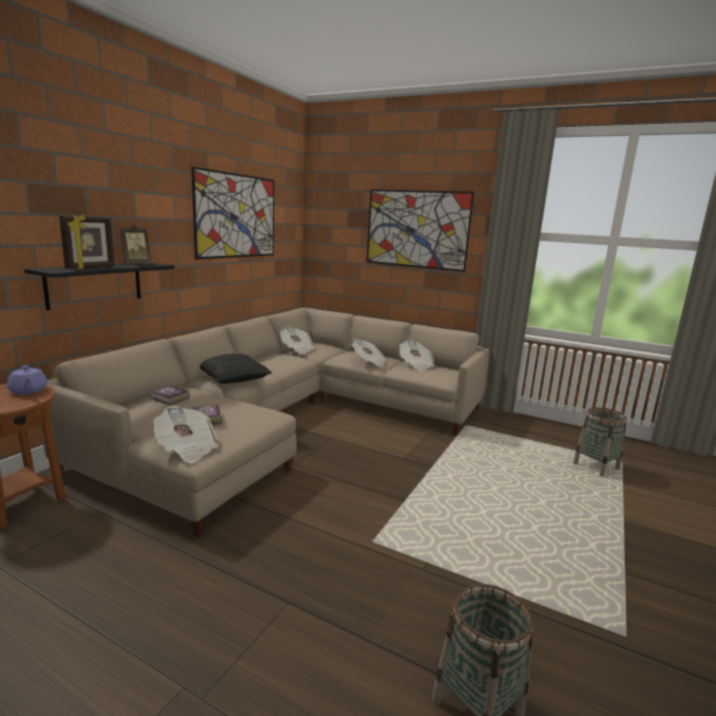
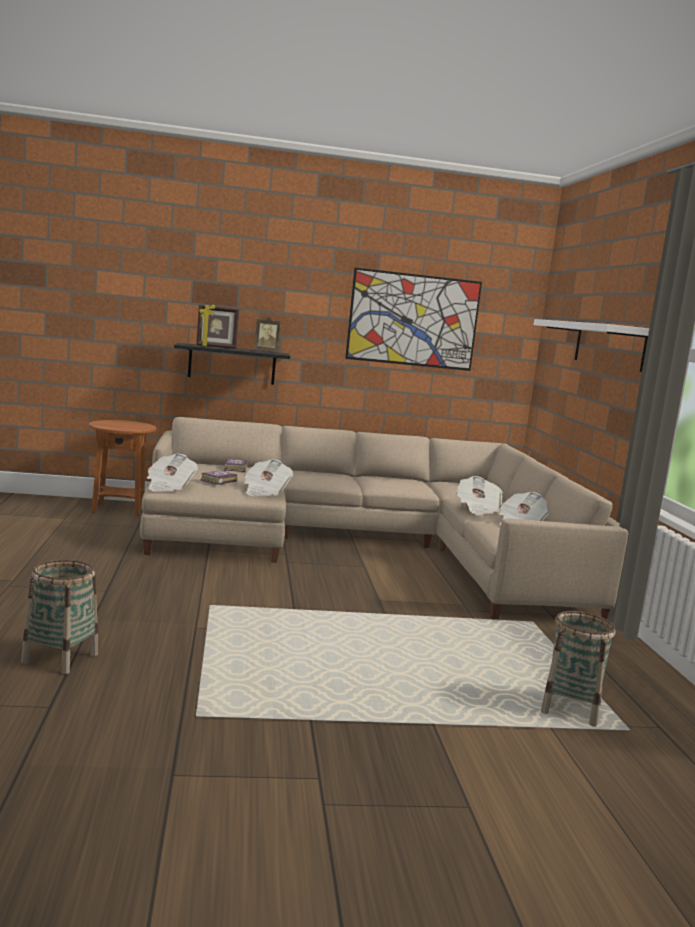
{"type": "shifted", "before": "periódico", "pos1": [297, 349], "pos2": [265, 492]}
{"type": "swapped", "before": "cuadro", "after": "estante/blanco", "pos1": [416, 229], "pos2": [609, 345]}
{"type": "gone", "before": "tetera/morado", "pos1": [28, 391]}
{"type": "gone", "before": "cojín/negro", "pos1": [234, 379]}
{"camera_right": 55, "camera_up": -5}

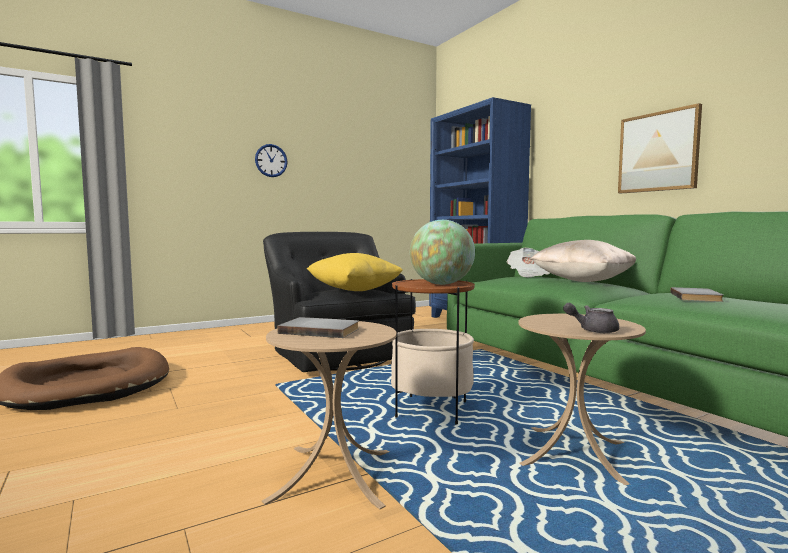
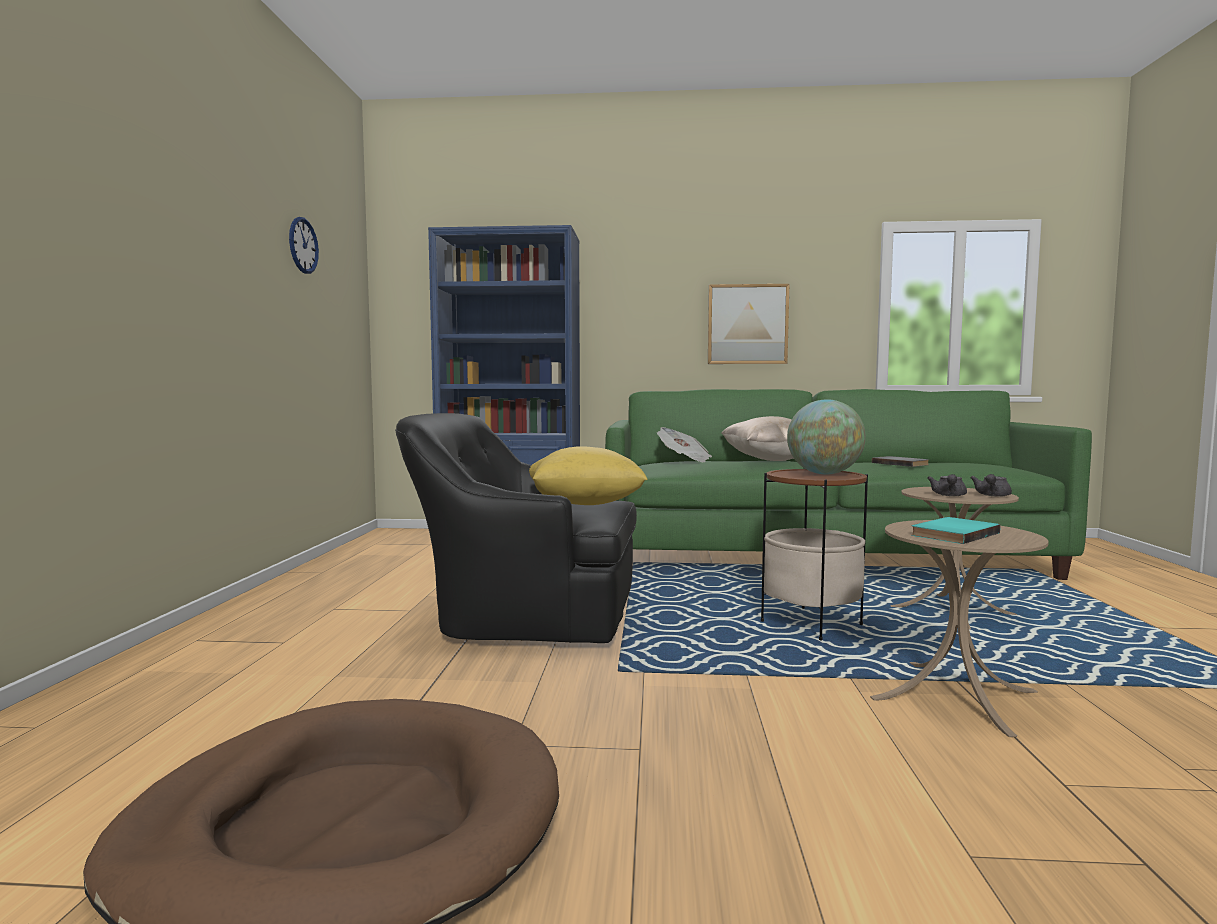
{"type": "shifted", "before": "reloj de pared", "pos1": [271, 160], "pos2": [303, 245]}
{"type": "repainted", "before": "libro/gris", "after": "libro/turquesa", "pos1": [321, 330], "pos2": [952, 534]}
{"type": "new", "after": "tetera/gris", "pos2": [949, 495]}
{"camera_right": -55, "camera_up": 0}

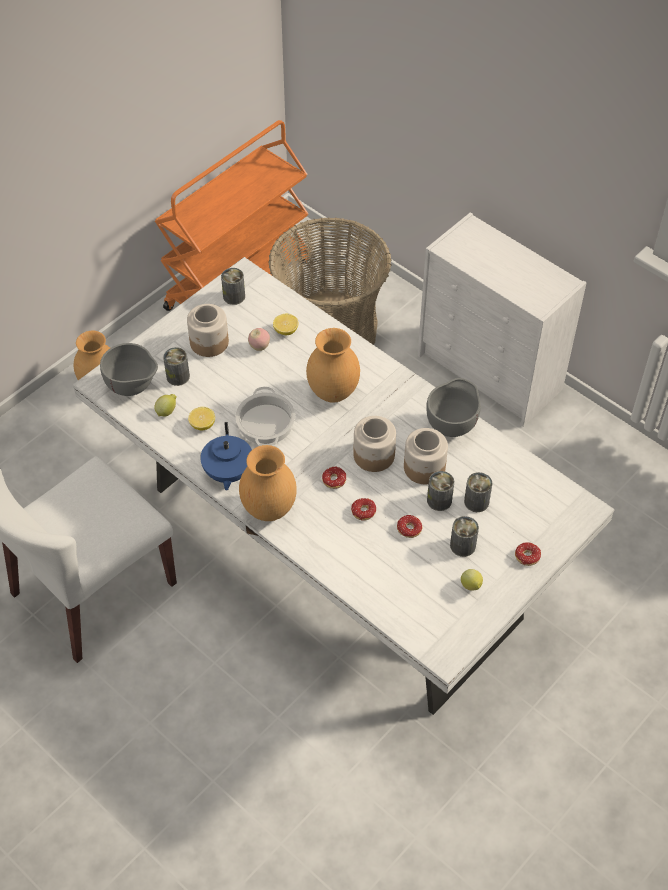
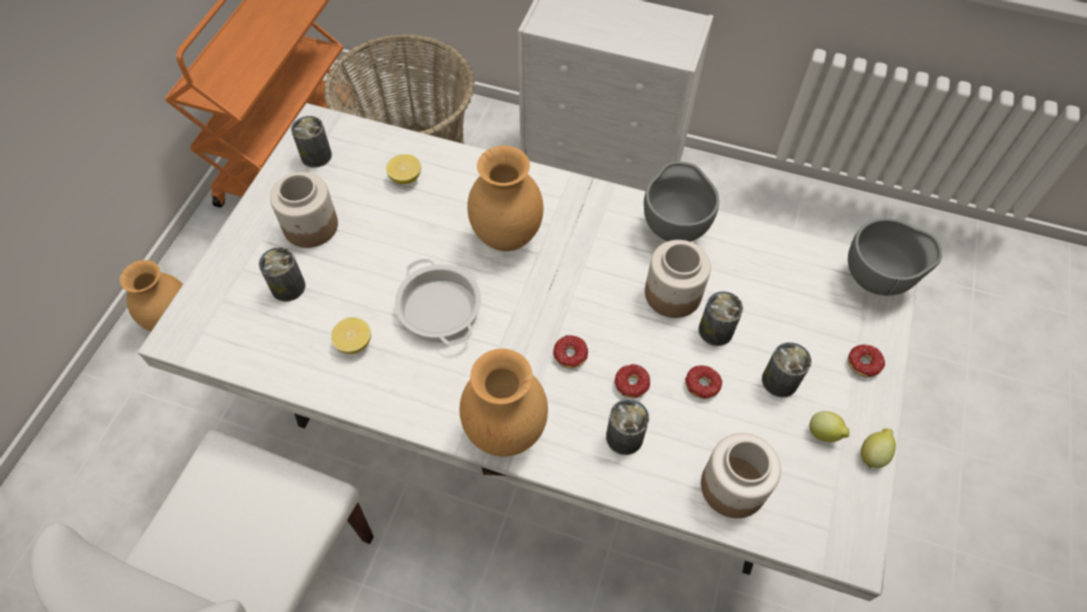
{"type": "shifted", "before": "lata", "pos1": [476, 501], "pos2": [624, 437]}
{"type": "shifted", "before": "tarro", "pos1": [373, 455], "pos2": [732, 486]}
{"type": "shifted", "before": "cuenco/gris", "pos1": [133, 388], "pos2": [878, 280]}
{"type": "shifted", "before": "limón", "pos1": [167, 411], "pos2": [872, 454]}
{"type": "gone", "before": "tetera/azul", "pos1": [227, 473]}
{"type": "gone", "before": "manzana", "pos1": [259, 347]}
{"camera_right": -25, "camera_up": 5}

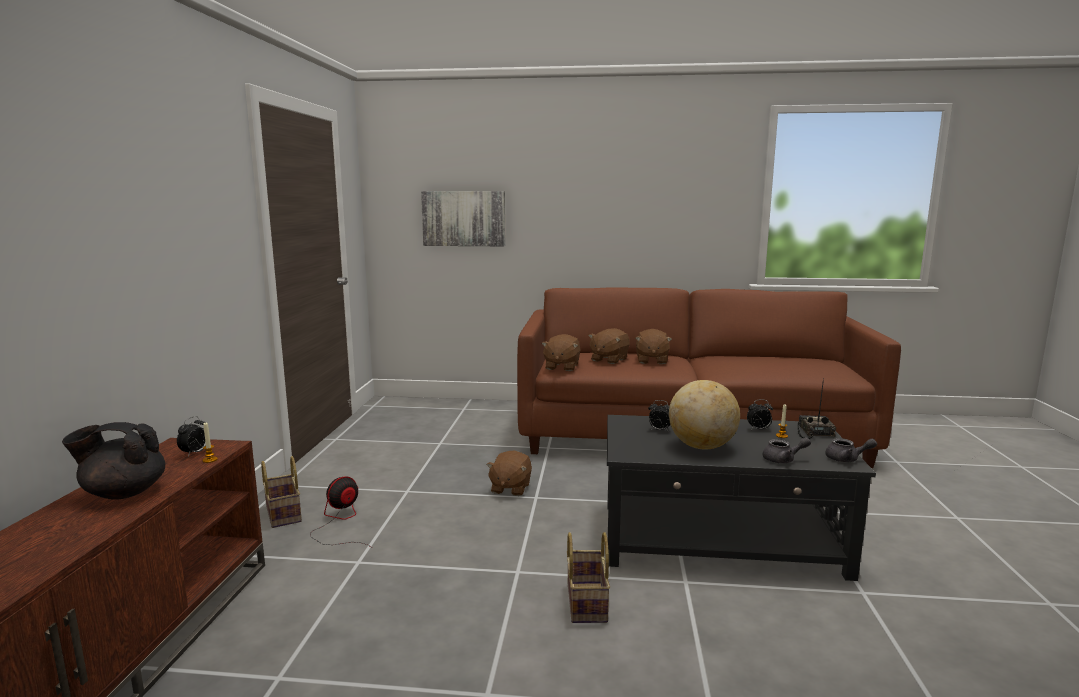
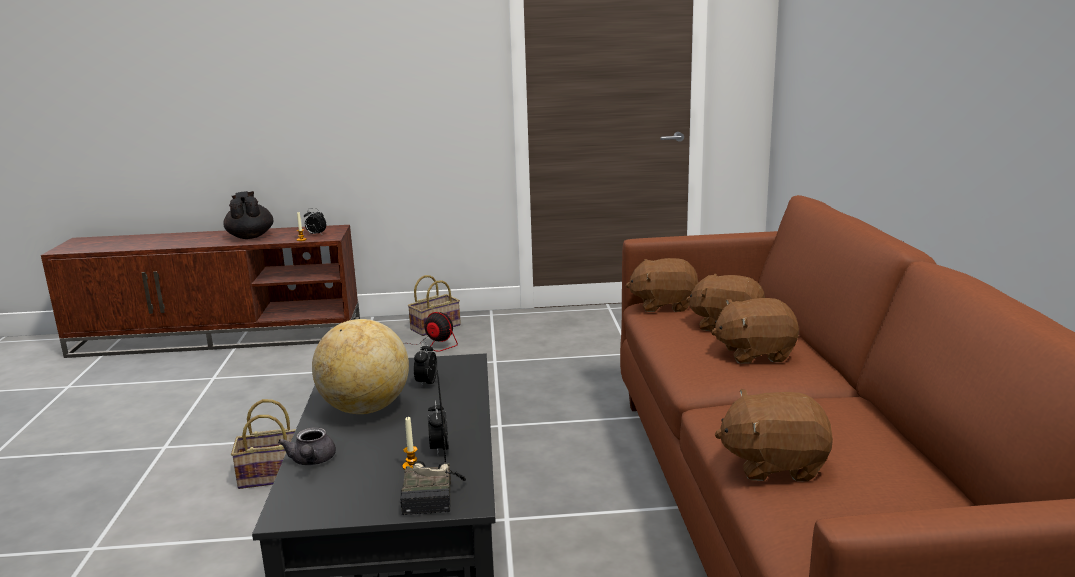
{"type": "rotated", "before": "radio", "pos1": [813, 432], "pos2": [433, 495], "turn": 90}
{"type": "shifted", "before": "peluche/marrón", "pos1": [510, 488], "pos2": [773, 464]}
{"type": "gone", "before": "cuadro", "pos1": [464, 218]}
{"type": "gone", "before": "tetera/gris", "pos1": [847, 459]}
{"camera_right": 80, "camera_up": 5}

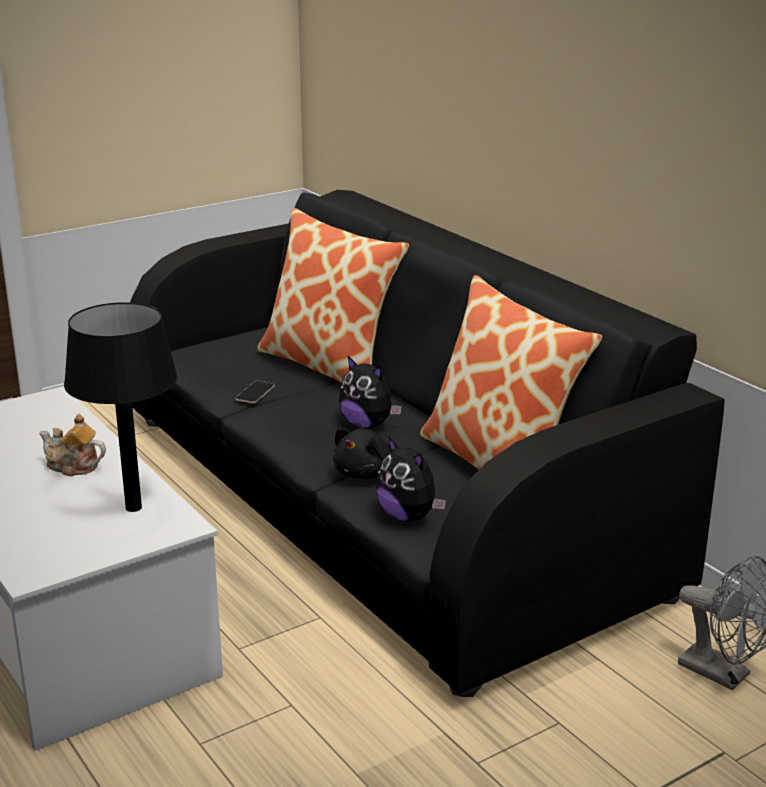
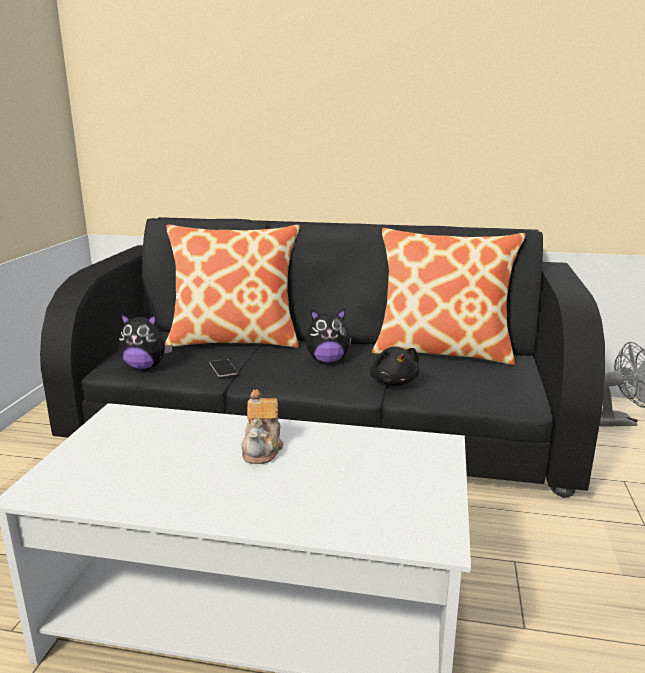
{"type": "shifted", "before": "peluche", "pos1": [409, 516], "pos2": [145, 367]}
{"type": "rotated", "before": "tetera", "pos1": [73, 467], "pos2": [262, 448], "turn": -60}
{"type": "gone", "before": "lámpara de mesa/negro", "pos1": [133, 508]}
{"camera_right": -45, "camera_up": -5}

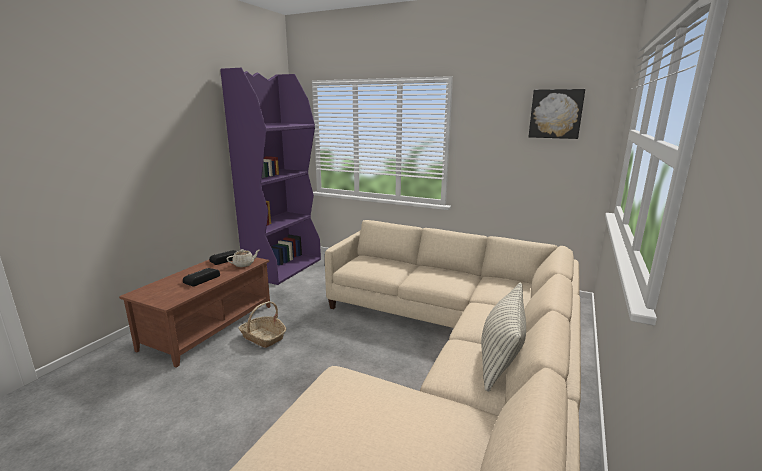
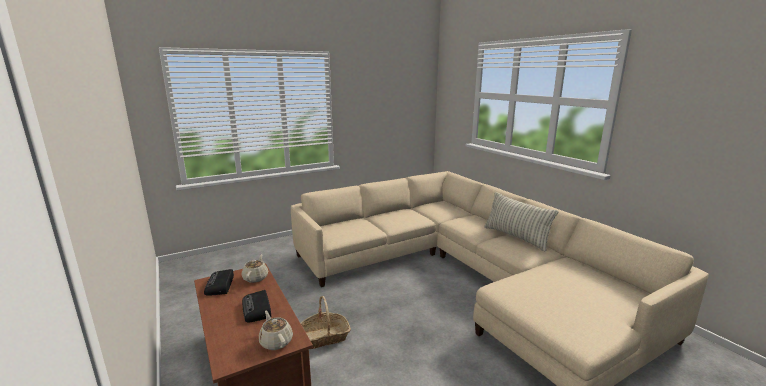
{"type": "new", "after": "tetera/beis", "pos2": [276, 341]}
{"type": "gone", "before": "estantería/morado", "pos1": [284, 267]}
{"type": "gone", "before": "cuadro", "pos1": [555, 114]}
{"camera_right": -55, "camera_up": 0}

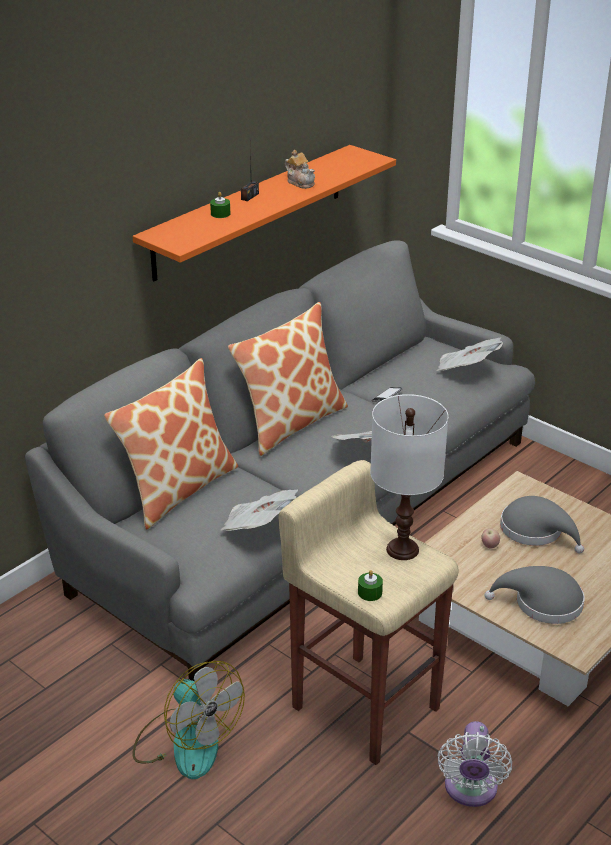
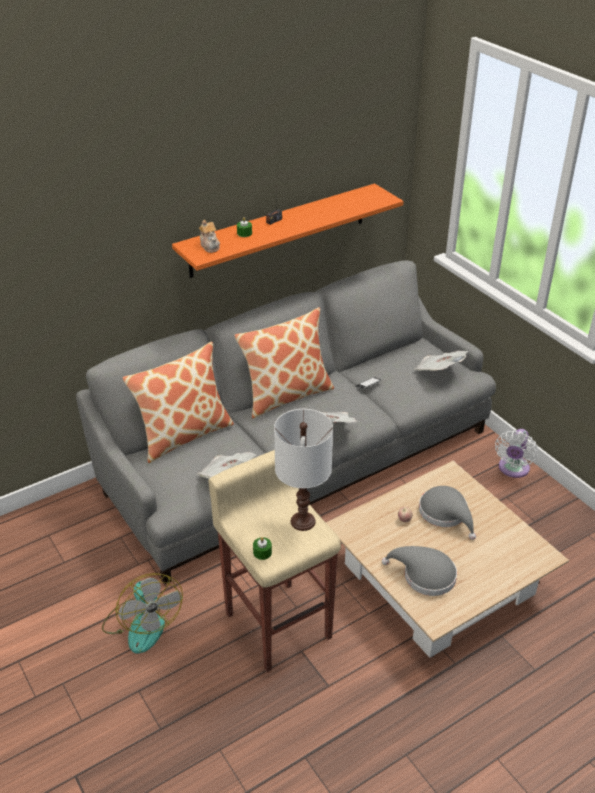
{"type": "shifted", "before": "tetera", "pos1": [300, 182], "pos2": [210, 246]}
{"type": "shifted", "before": "ventilador/blanco", "pos1": [470, 790], "pos2": [513, 469]}
{"camera_right": 15, "camera_up": 5}

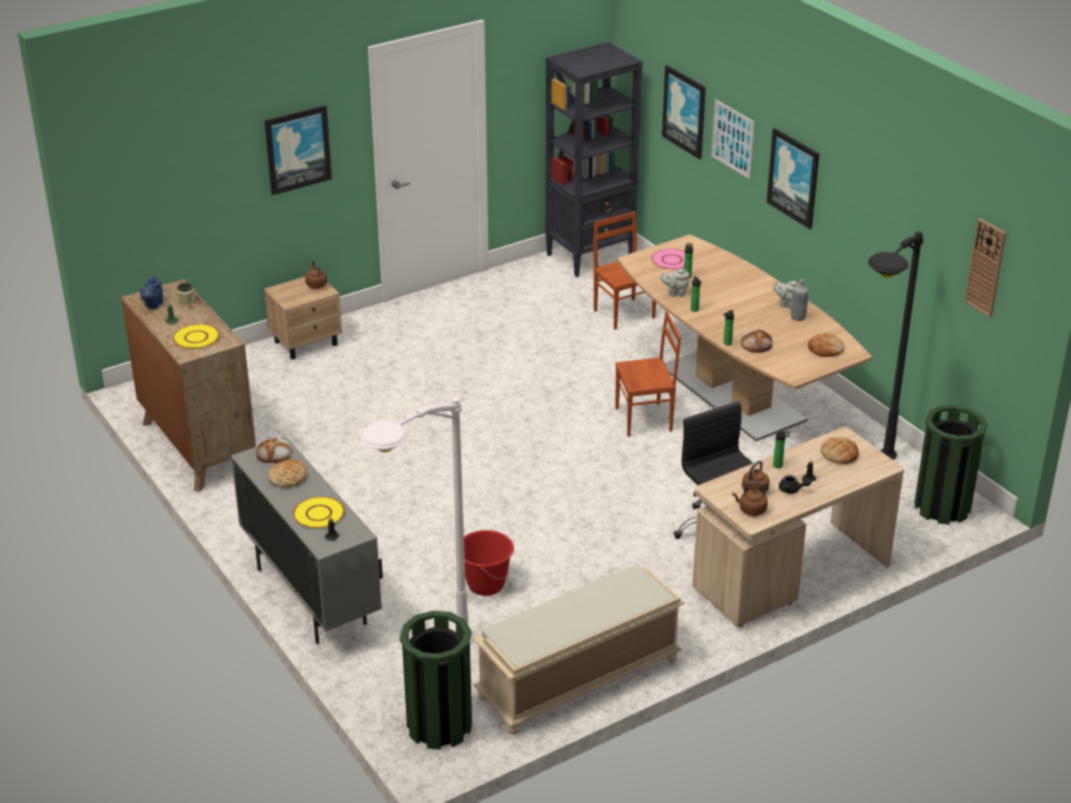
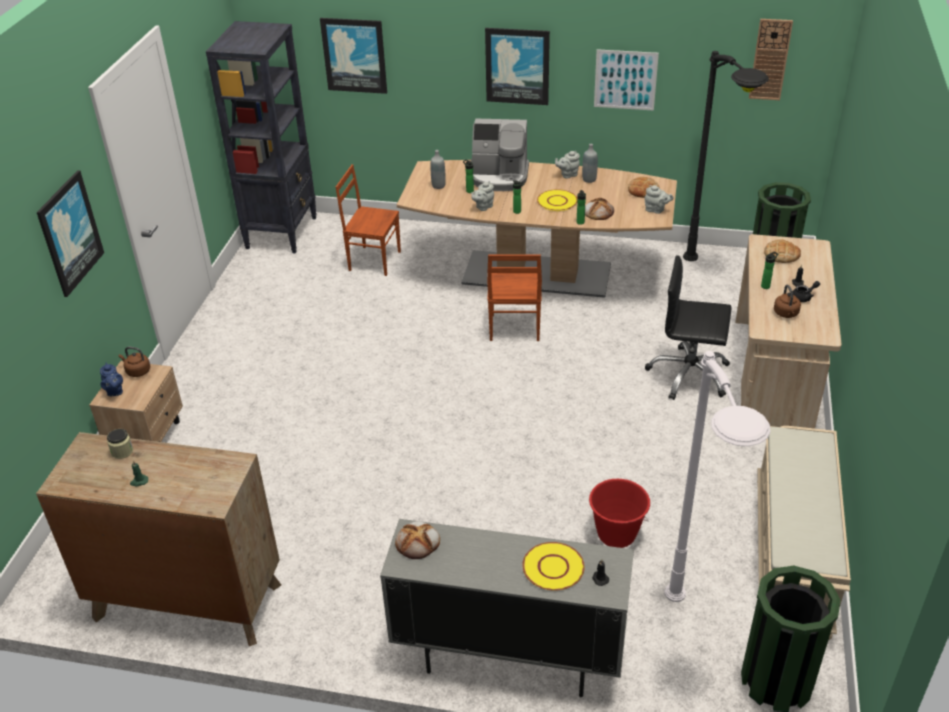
{"type": "shifted", "before": "tetera/azul", "pos1": [153, 305], "pos2": [114, 392]}
{"type": "swapped", "before": "plato/rosa", "after": "botella/gris", "pos1": [671, 260], "pos2": [438, 185]}
{"type": "new", "after": "cafetera", "pos2": [499, 177]}
{"type": "rotated", "before": "silla/marrón", "pos1": [645, 420], "pos2": [513, 328], "turn": 150}
{"type": "shifted", "before": "plato/amarillo", "pos1": [196, 337], "pos2": [557, 201]}
{"type": "shifted", "before": "cuadro", "pos1": [733, 139], "pos2": [625, 80]}
{"type": "new", "after": "tetera/gris", "pos2": [656, 210]}
{"type": "gone", "before": "pan", "pos1": [288, 477]}
{"type": "gone", "before": "hervidor/marrón", "pos1": [751, 510]}
{"camera_right": -45, "camera_up": 5}

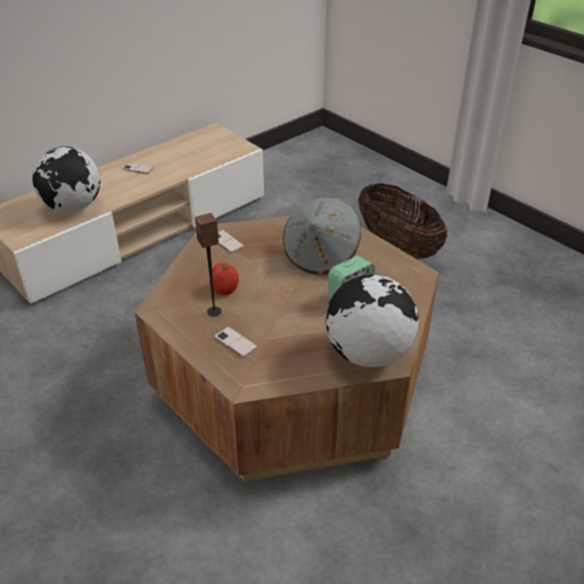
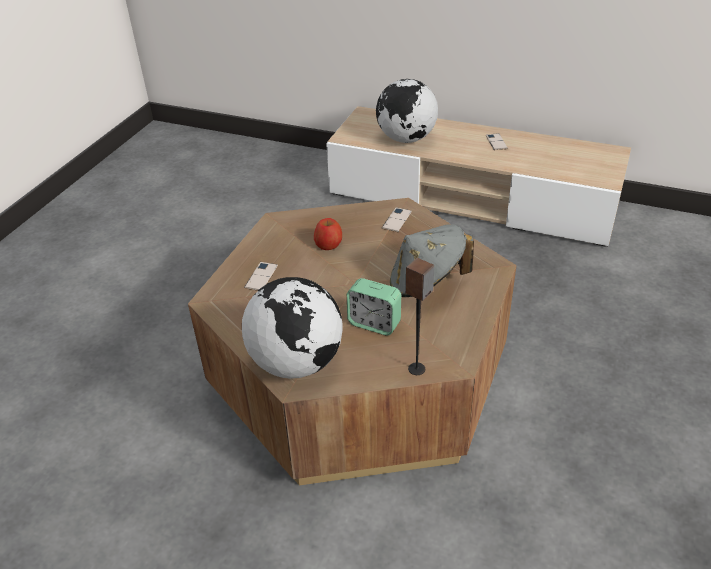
{"type": "shifted", "before": "altavoz", "pos1": [214, 311], "pos2": [417, 369]}
{"type": "gone", "before": "cesta", "pos1": [397, 246]}
{"camera_right": 65, "camera_up": 0}

